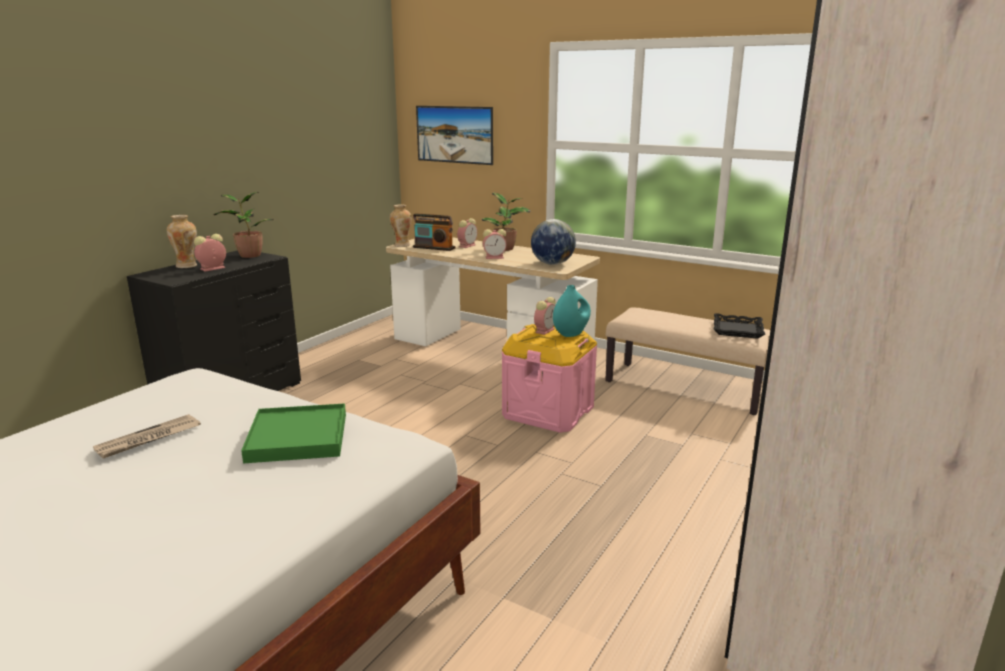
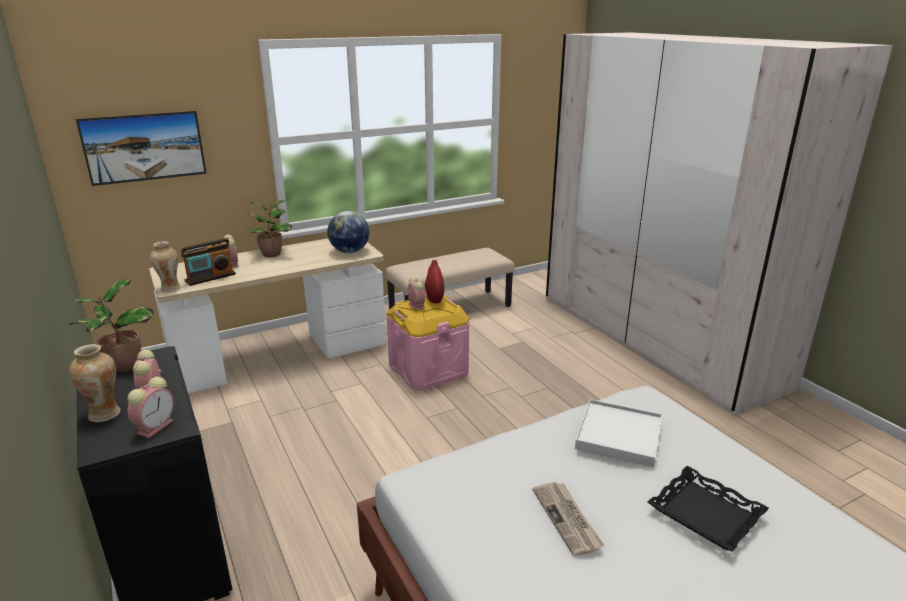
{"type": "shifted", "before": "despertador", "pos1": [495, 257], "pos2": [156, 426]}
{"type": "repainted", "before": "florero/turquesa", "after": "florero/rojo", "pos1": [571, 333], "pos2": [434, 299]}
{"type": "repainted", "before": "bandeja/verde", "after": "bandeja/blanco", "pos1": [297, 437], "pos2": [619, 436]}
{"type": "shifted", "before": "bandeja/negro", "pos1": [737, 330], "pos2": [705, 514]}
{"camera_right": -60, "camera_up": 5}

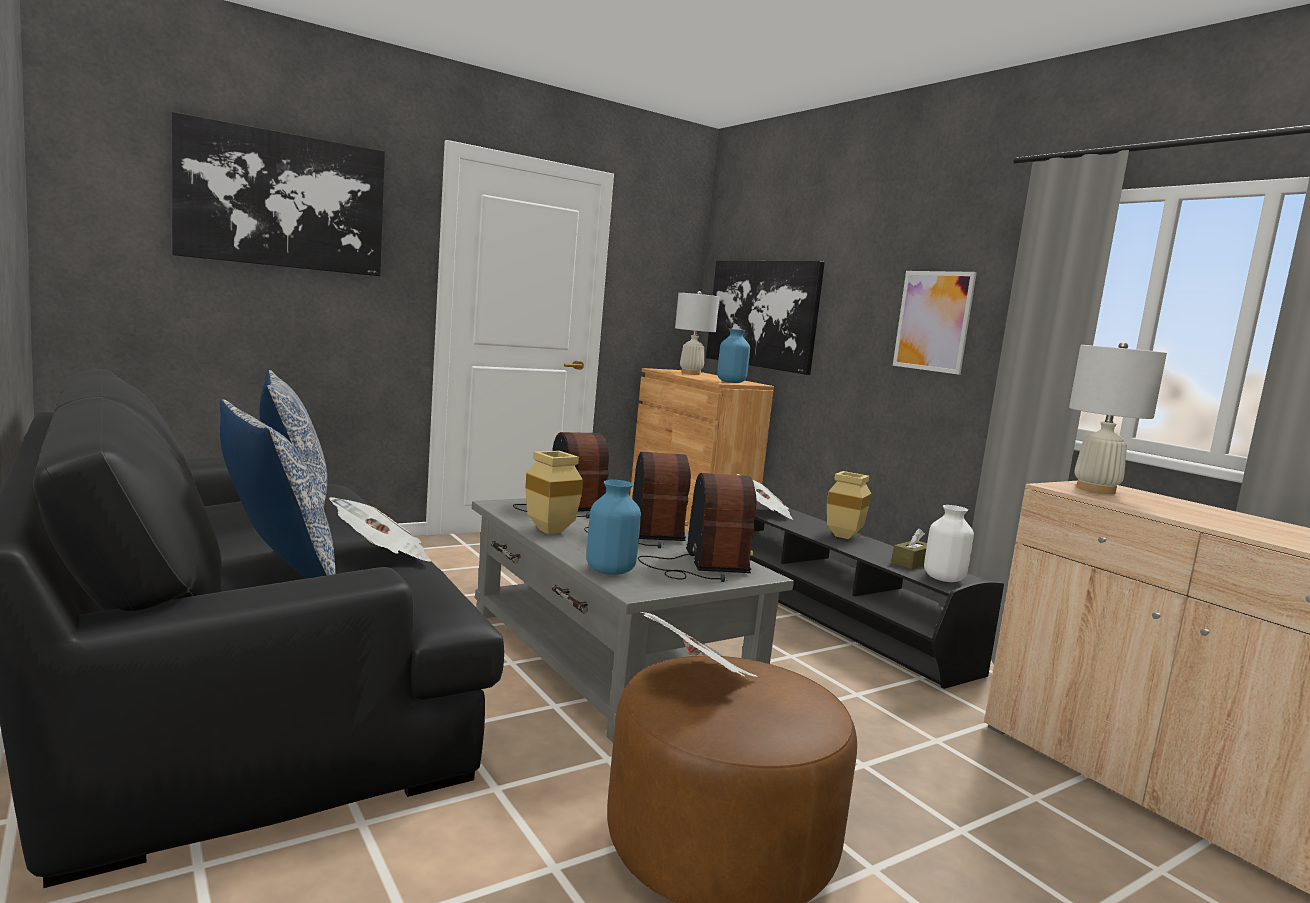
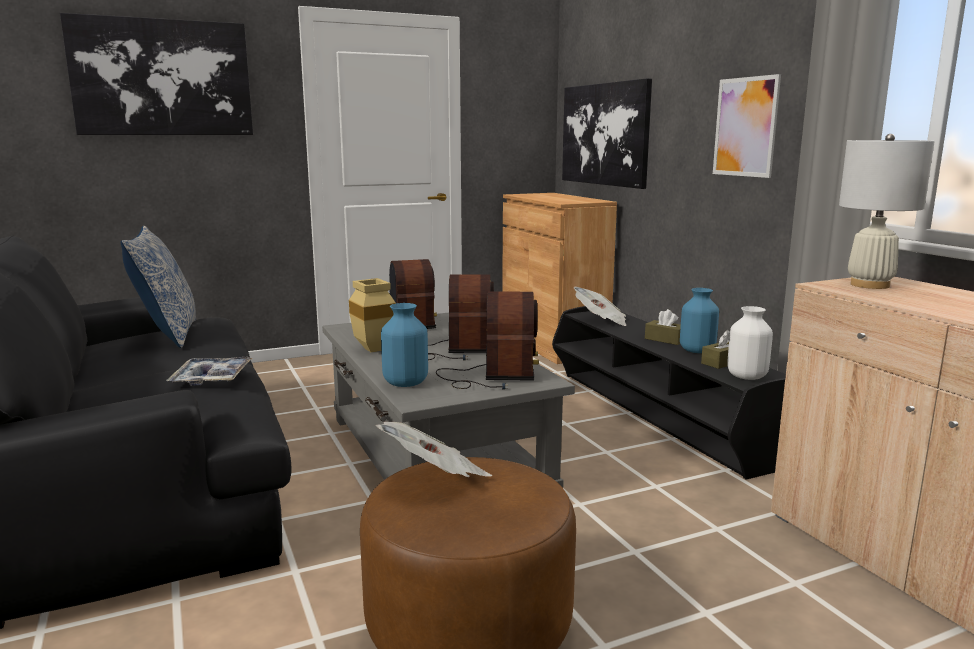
{"type": "swapped", "before": "periódico", "after": "bandeja", "pos1": [382, 555], "pos2": [212, 378]}
{"type": "swapped", "before": "florero/beis", "after": "caja de pañuelos/marrón", "pos1": [841, 536], "pos2": [665, 339]}
{"type": "shifted", "before": "florero/azul", "pos1": [731, 382], "pos2": [697, 350]}
{"type": "gone", "before": "cojín", "pos1": [275, 572]}
{"type": "gone", "before": "lámpara de mesa/blanco", "pos1": [691, 373]}
{"camera_right": 10, "camera_up": 5}

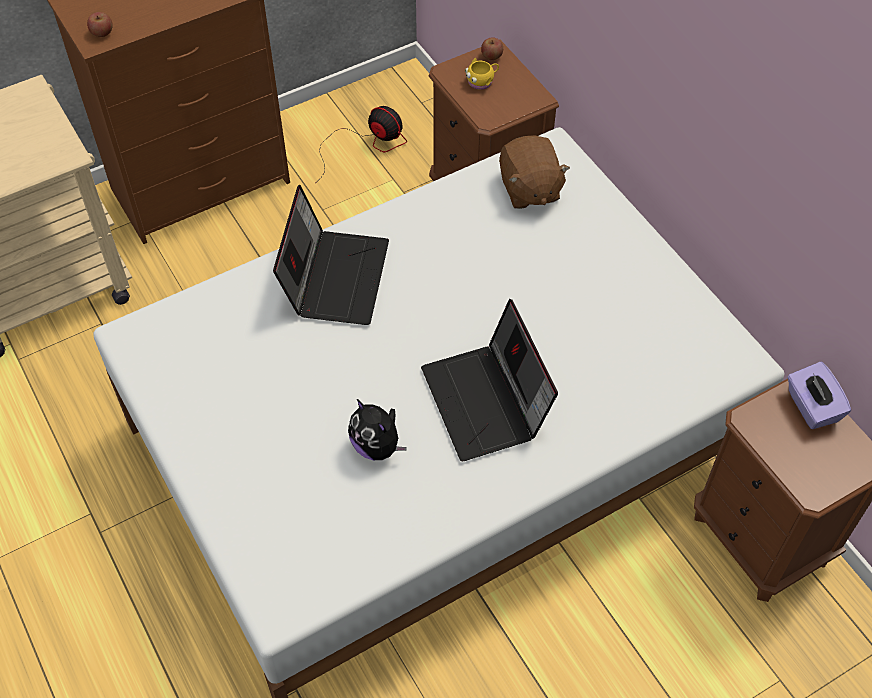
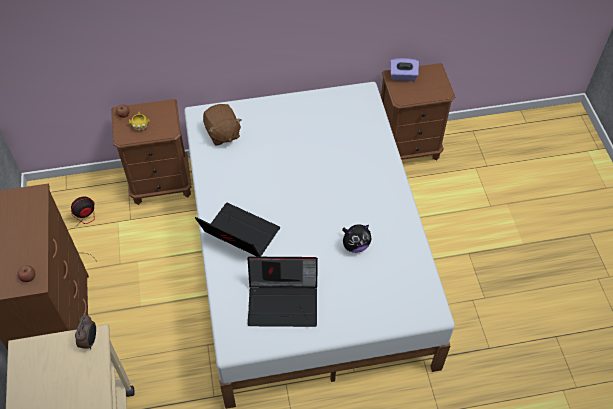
{"type": "new", "after": "despertador", "pos2": [90, 340]}
{"type": "rotated", "before": "peluche/marrón", "pos1": [529, 189], "pos2": [222, 133], "turn": 60}
{"type": "shifted", "before": "portátil", "pos1": [487, 402], "pos2": [284, 301]}
{"camera_right": -70, "camera_up": 0}

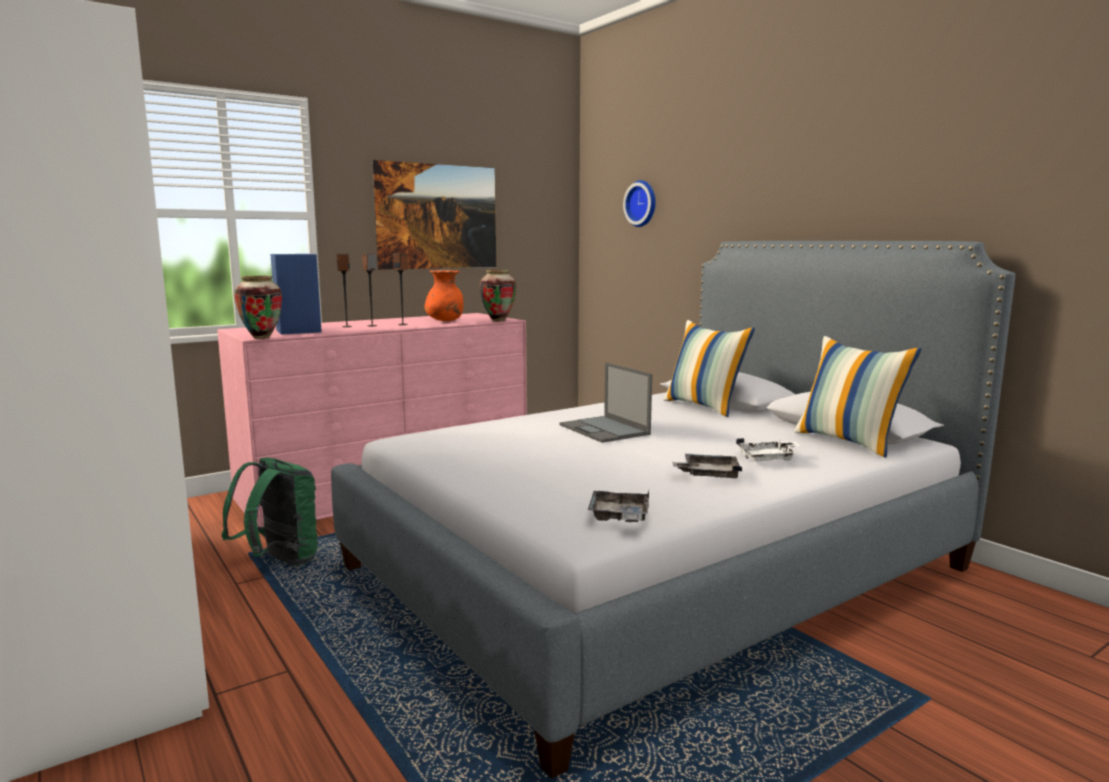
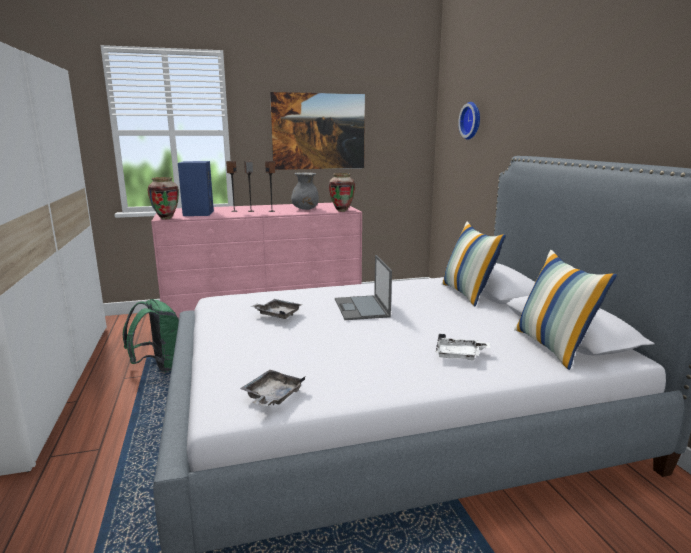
{"type": "shifted", "before": "bandeja/gris", "pos1": [708, 474], "pos2": [277, 314]}
{"type": "repainted", "before": "florero/naranja", "after": "florero/gris", "pos1": [445, 321], "pos2": [305, 209]}
{"camera_right": 20, "camera_up": 5}

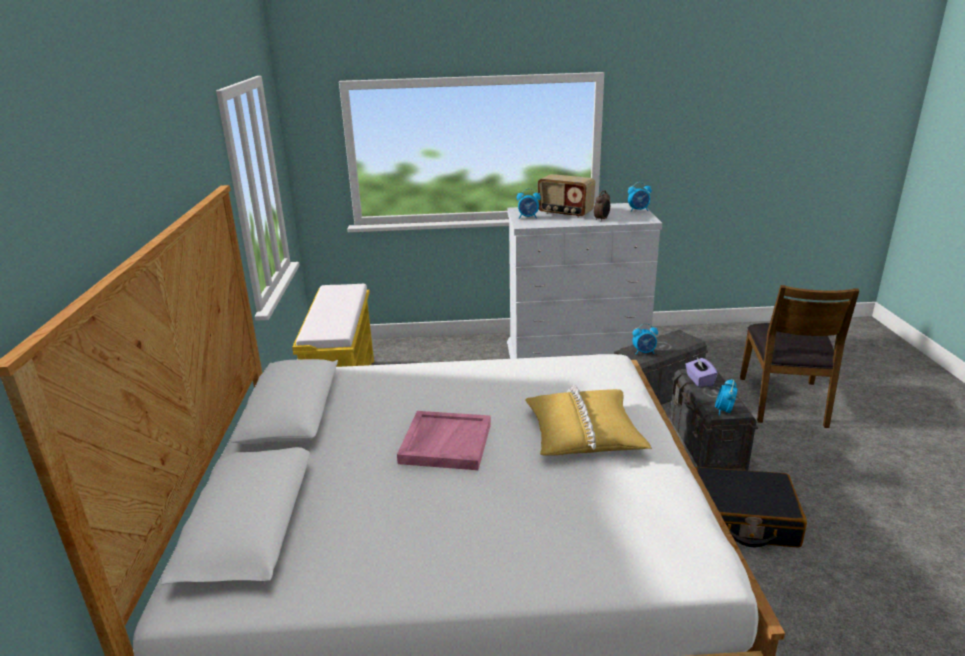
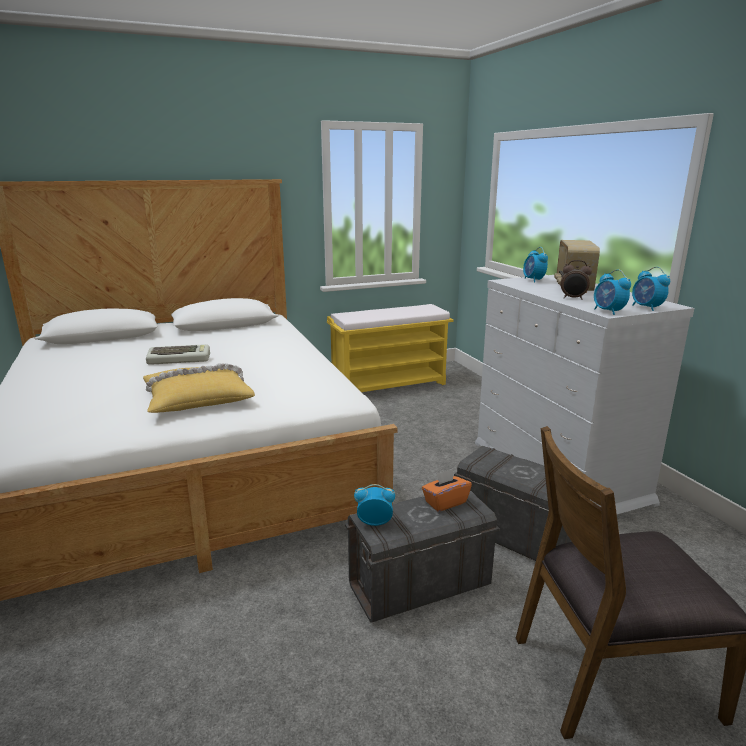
{"type": "swapped", "before": "bandeja/rosa", "after": "teclado", "pos1": [445, 442], "pos2": [180, 359]}
{"type": "repainted", "before": "caja de pañuelos/morado", "after": "caja de pañuelos/naranja", "pos1": [699, 380], "pos2": [445, 502]}
{"type": "shifted", "before": "despertador", "pos1": [644, 352], "pos2": [608, 312]}
{"type": "gone", "before": "maleta/negro", "pos1": [743, 519]}
{"camera_right": 70, "camera_up": -5}

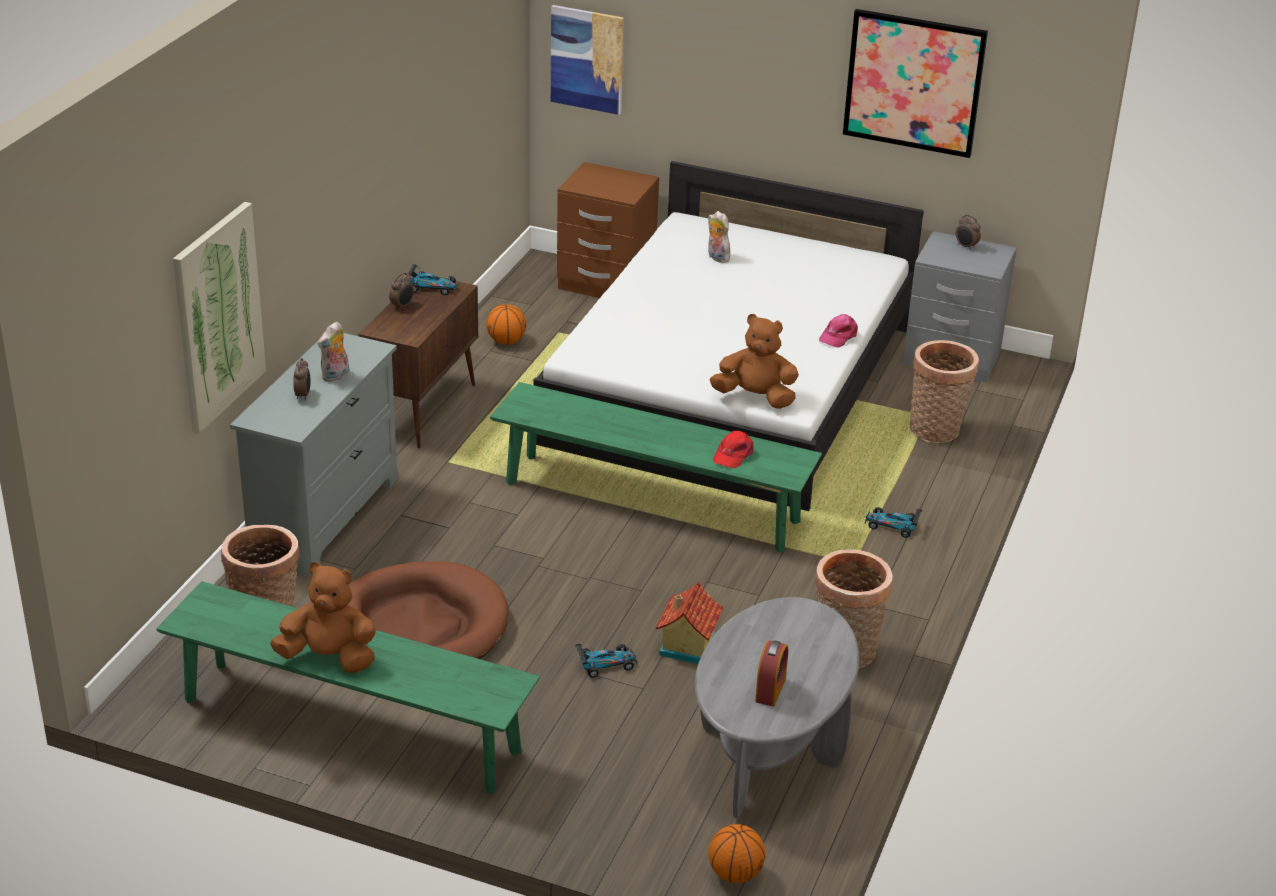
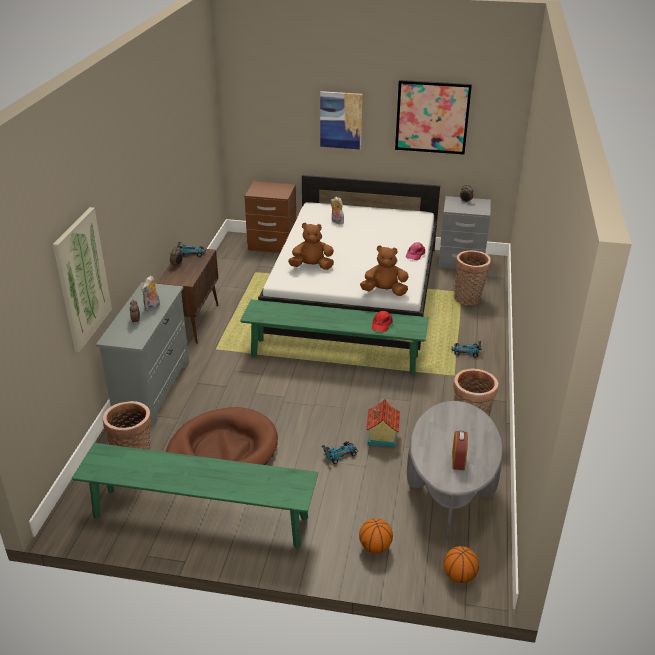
{"type": "shifted", "before": "peluche/marrón", "pos1": [329, 658], "pos2": [312, 266]}
{"type": "shifted", "before": "cuadro", "pos1": [587, 59], "pos2": [341, 120]}
{"type": "shifted", "before": "balón de baloncesto", "pos1": [506, 341], "pos2": [375, 547]}
{"camera_right": -10, "camera_up": 0}

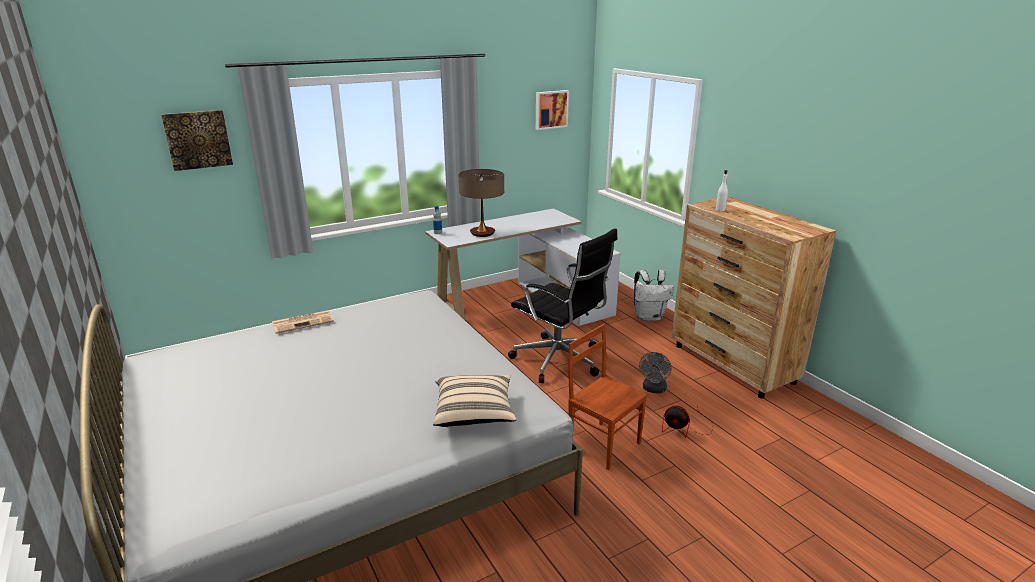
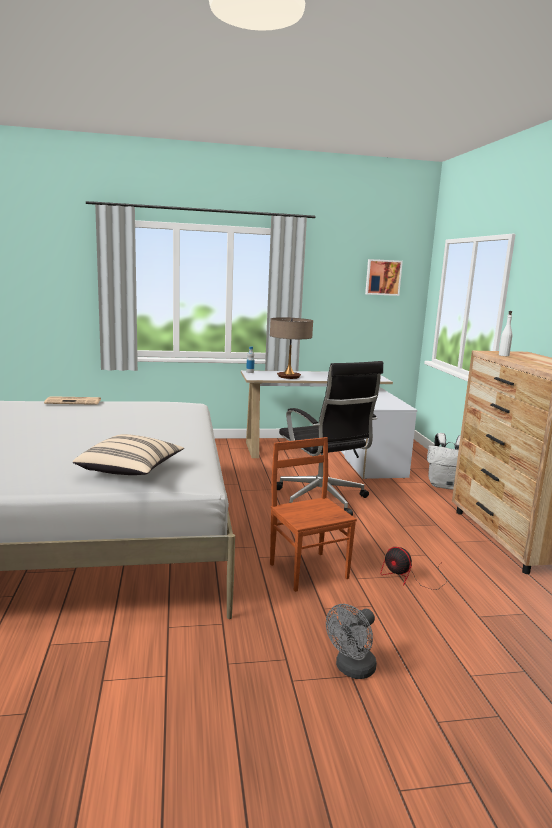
{"type": "shifted", "before": "ventilador/gris", "pos1": [653, 389], "pos2": [352, 669]}
{"type": "gone", "before": "cuadro", "pos1": [198, 139]}
{"camera_right": 20, "camera_up": -10}

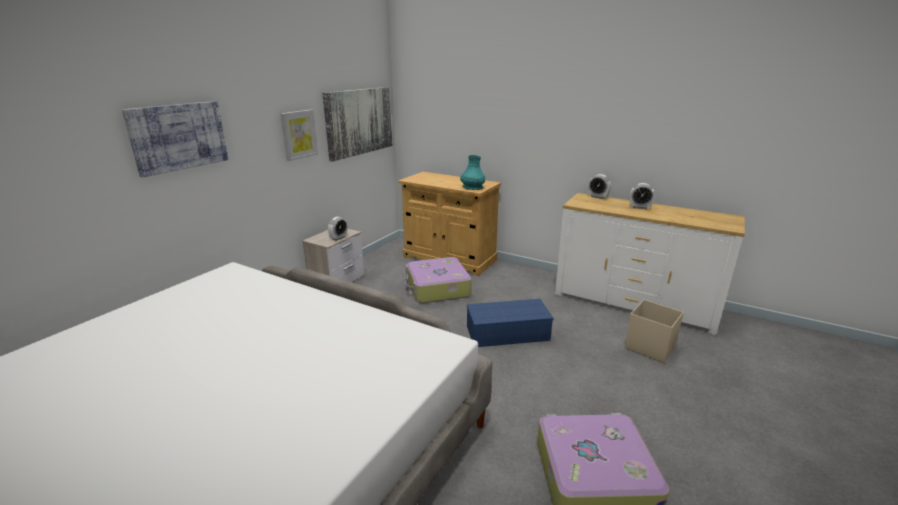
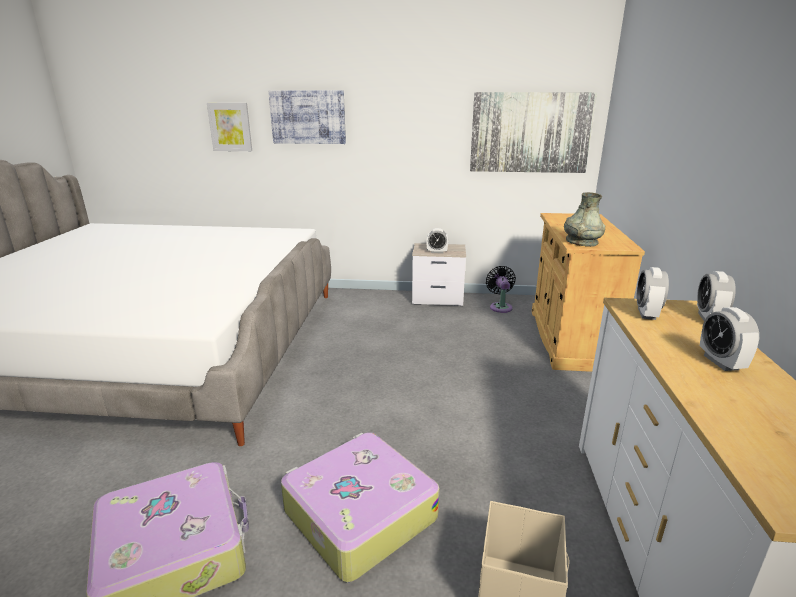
{"type": "shifted", "before": "cuadro", "pos1": [299, 134], "pos2": [230, 127]}
{"type": "shifted", "before": "maleta", "pos1": [437, 288], "pos2": [358, 514]}
{"type": "new", "after": "ventilador/negro", "pos2": [500, 307]}
{"type": "repainted", "before": "florero/turquesa", "after": "florero/gris", "pos1": [472, 188], "pos2": [581, 242]}
{"type": "new", "after": "despertador", "pos2": [646, 314]}
{"type": "gone", "before": "caja de almacenaje/azul", "pos1": [508, 332]}
{"camera_right": 65, "camera_up": 0}

